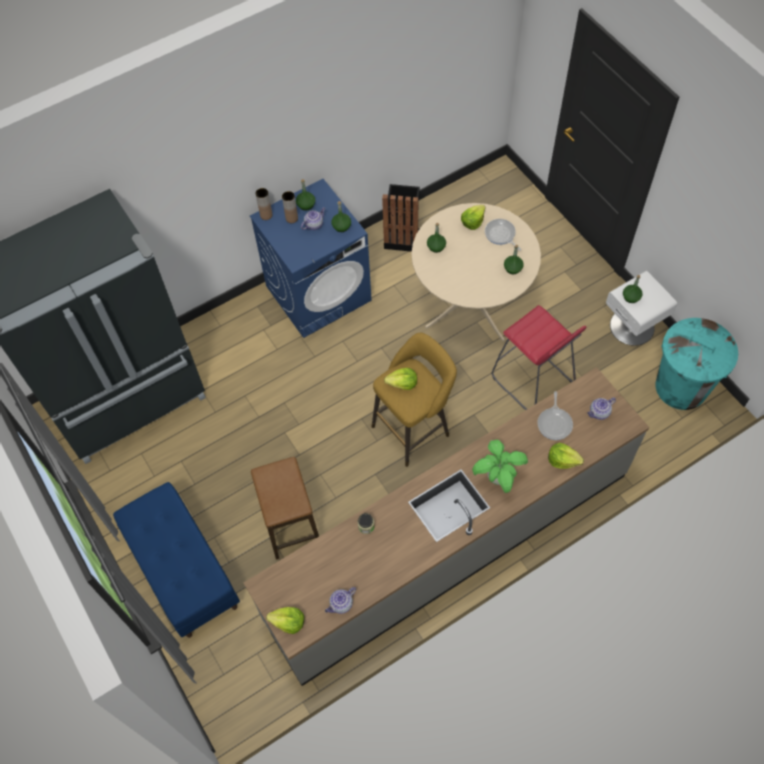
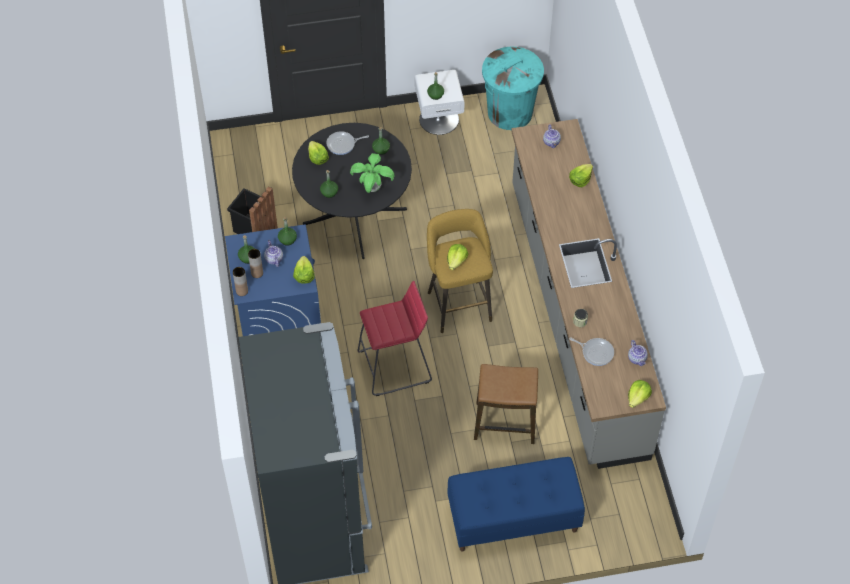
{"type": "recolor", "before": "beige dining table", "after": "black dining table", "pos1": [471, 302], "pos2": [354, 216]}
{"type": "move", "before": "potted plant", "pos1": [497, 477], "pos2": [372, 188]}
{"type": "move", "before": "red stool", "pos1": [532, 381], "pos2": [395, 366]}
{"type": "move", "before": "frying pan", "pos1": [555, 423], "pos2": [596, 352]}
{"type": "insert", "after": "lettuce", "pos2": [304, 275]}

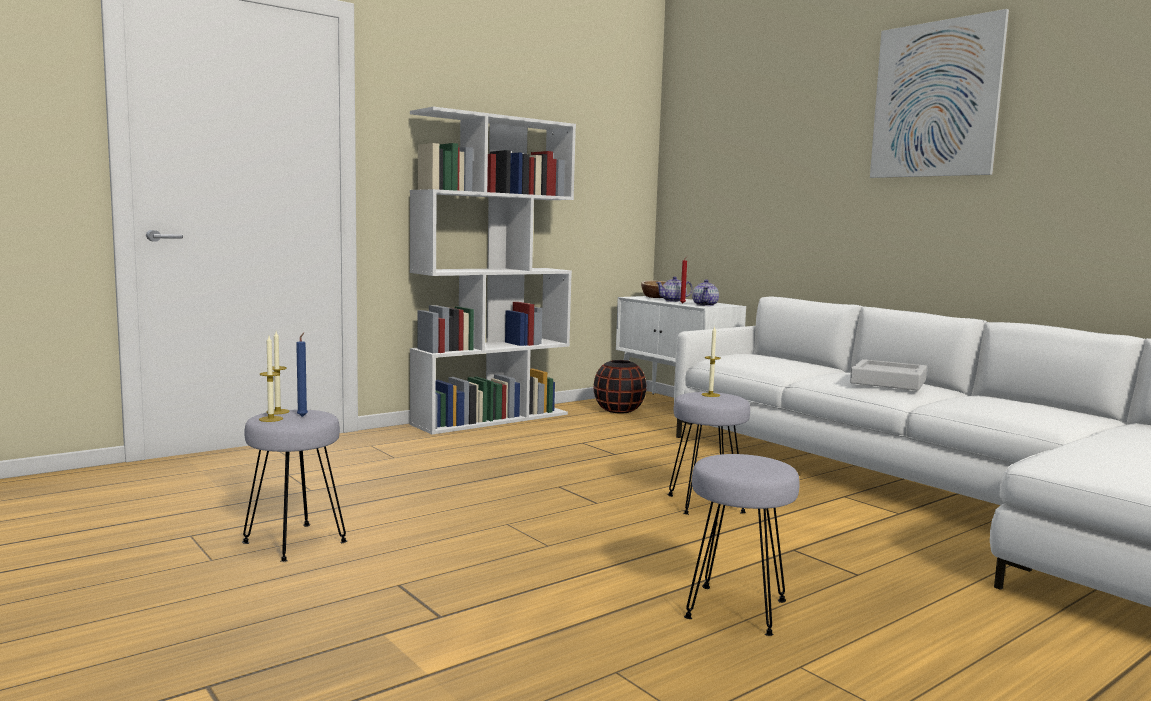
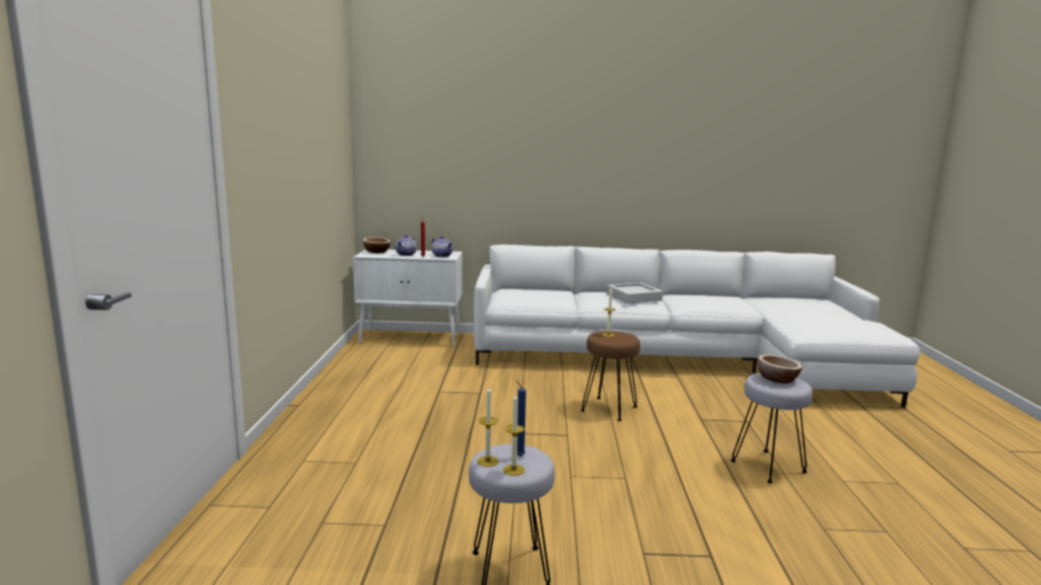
{"type": "delete", "before": "white bookcase", "pos1": [491, 419]}
{"type": "delete", "before": "black vase", "pos1": [619, 411]}
{"type": "recolor", "before": "grey stool", "after": "brown stool", "pos1": [707, 504], "pos2": [609, 409]}
{"type": "delete", "before": "picture", "pos1": [935, 99]}
{"type": "insert", "after": "bowl", "pos2": [777, 379]}

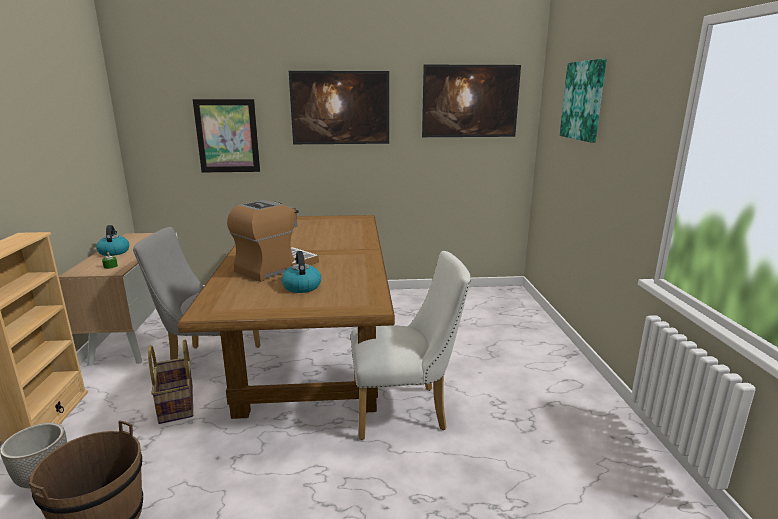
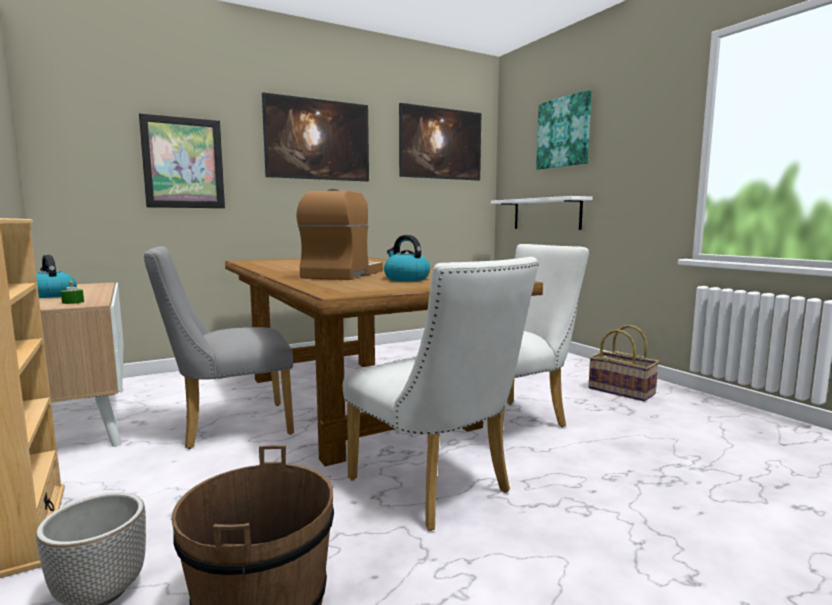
{"type": "move", "before": "basket", "pos1": [177, 404], "pos2": [622, 391]}
{"type": "insert", "after": "white chair", "pos2": [437, 490]}
{"type": "insert", "after": "white shelf", "pos2": [546, 214]}

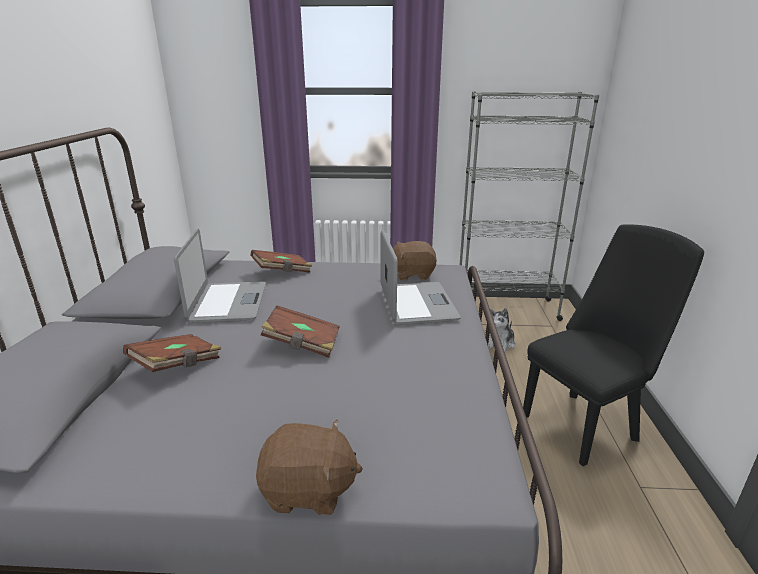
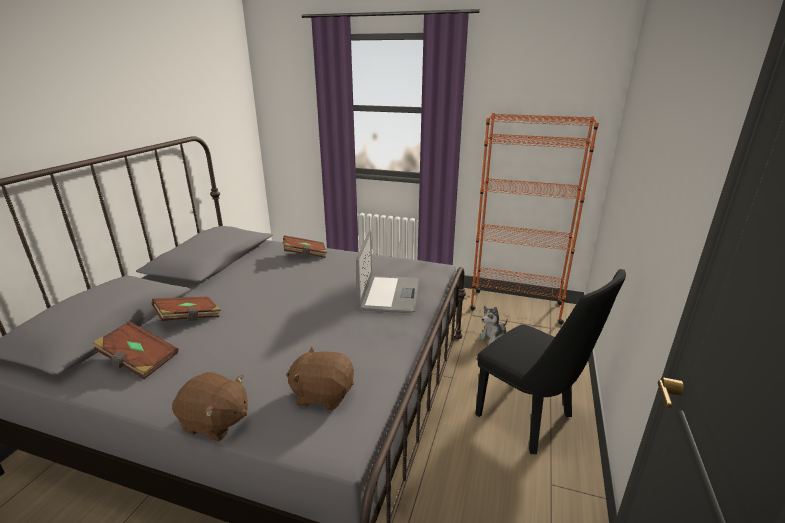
{"type": "delete", "before": "laptop", "pos1": [228, 303]}
{"type": "move", "before": "brown book", "pos1": [302, 344], "pos2": [139, 361]}
{"type": "move", "before": "brown plush toy", "pos1": [411, 274], "pos2": [323, 394]}
{"type": "recolor", "before": "grey bookcase", "after": "orange bookcase", "pos1": [506, 308], "pos2": [515, 306]}
{"type": "rotate", "before": "black chair", "pos1": [584, 423], "pos2": [531, 420], "turn": 60}

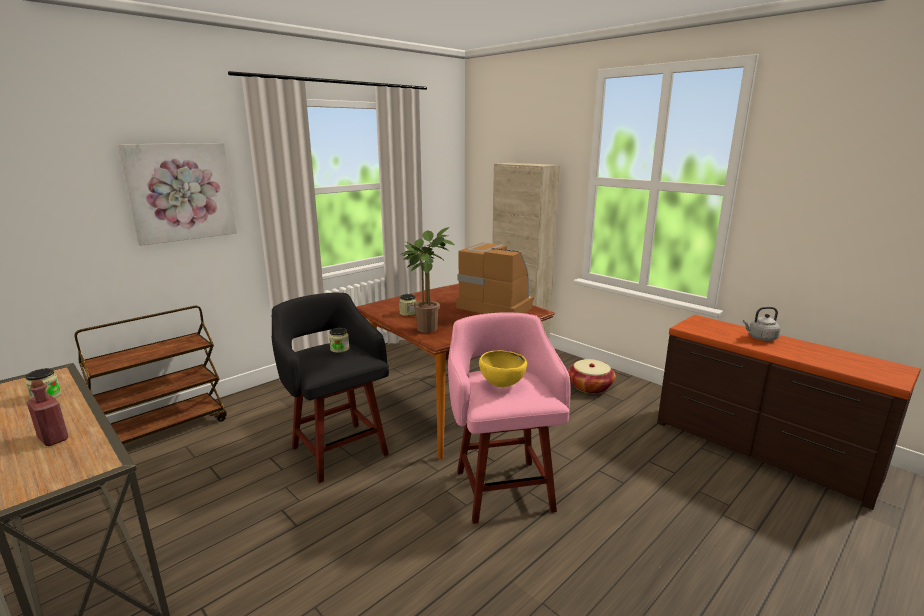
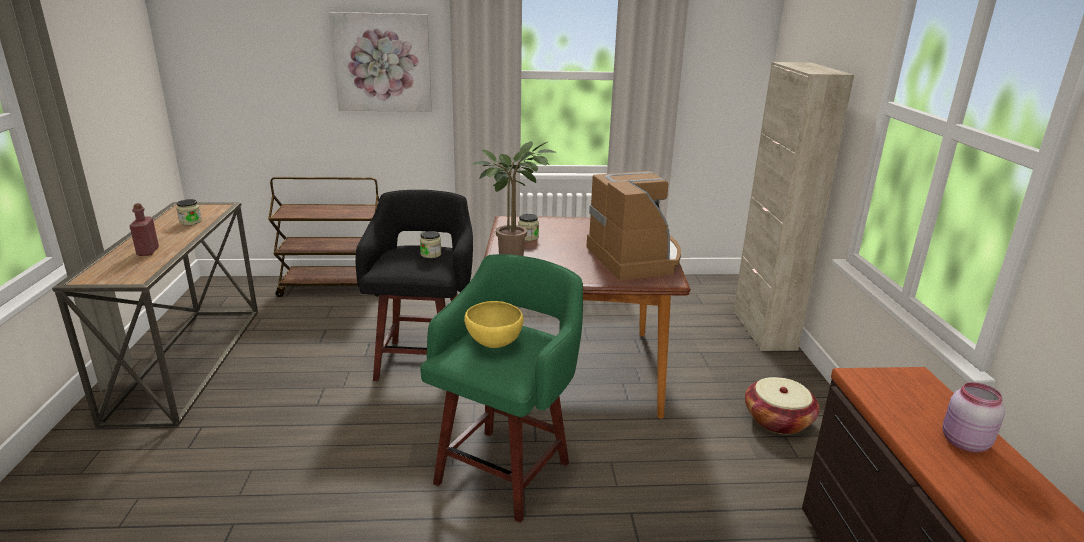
{"type": "recolor", "before": "pink stool", "after": "green stool", "pos1": [502, 487], "pos2": [505, 470]}
{"type": "replace", "before": "grey kettle", "after": "pink jar", "pos1": [760, 338], "pos2": [963, 443]}

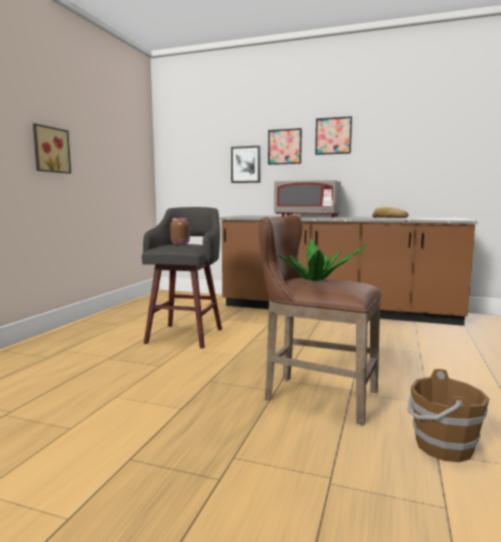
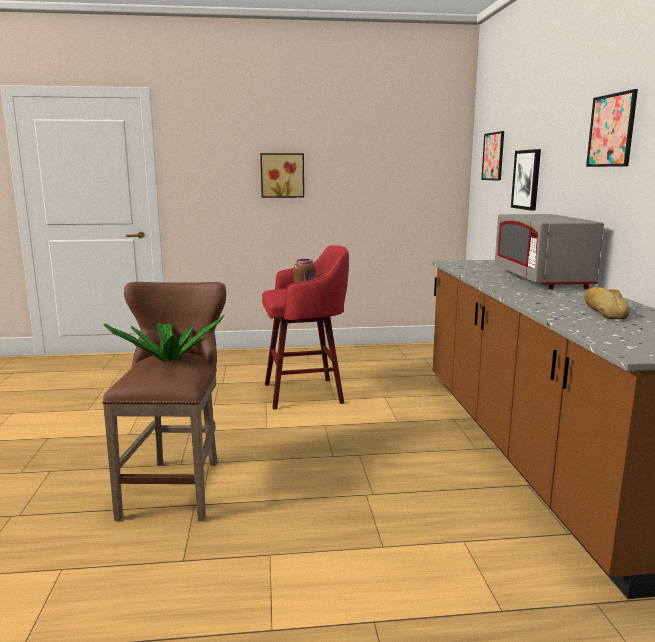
{"type": "recolor", "before": "grey stool", "after": "red stool", "pos1": [186, 335], "pos2": [306, 393]}
{"type": "move", "before": "picture", "pos1": [284, 146], "pos2": [493, 156]}
{"type": "delete", "before": "brown bucket", "pos1": [442, 446]}

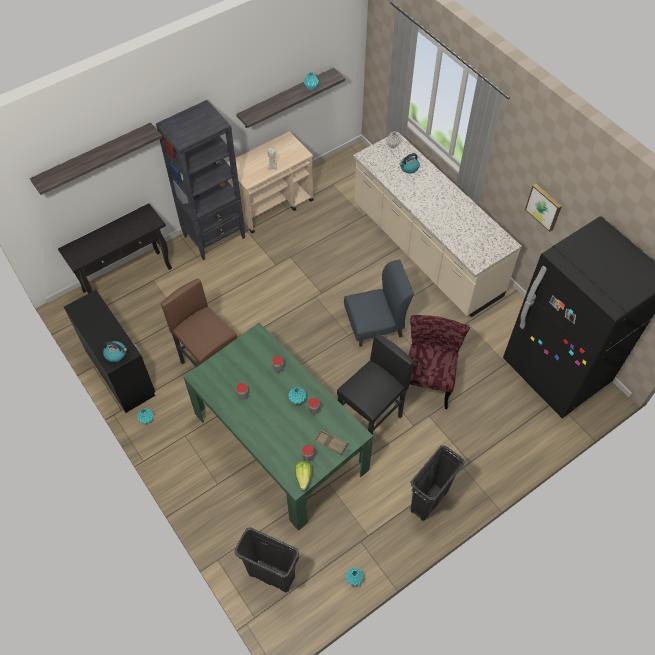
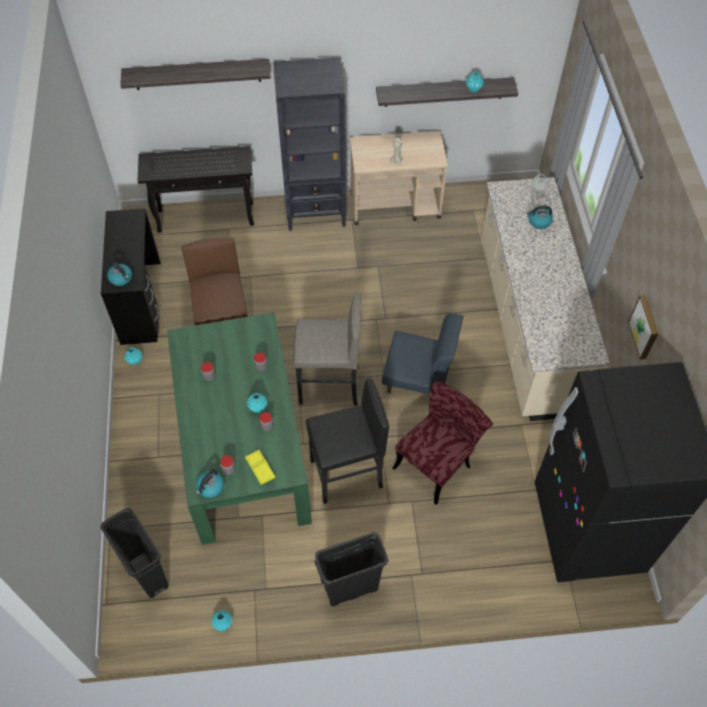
{"type": "replace", "before": "lettuce", "after": "kettle", "pos1": [303, 477], "pos2": [210, 487]}
{"type": "recolor", "before": "brown tray", "after": "yellow tray", "pos1": [330, 443], "pos2": [260, 468]}
{"type": "insert", "after": "grey stool", "pos2": [329, 385]}

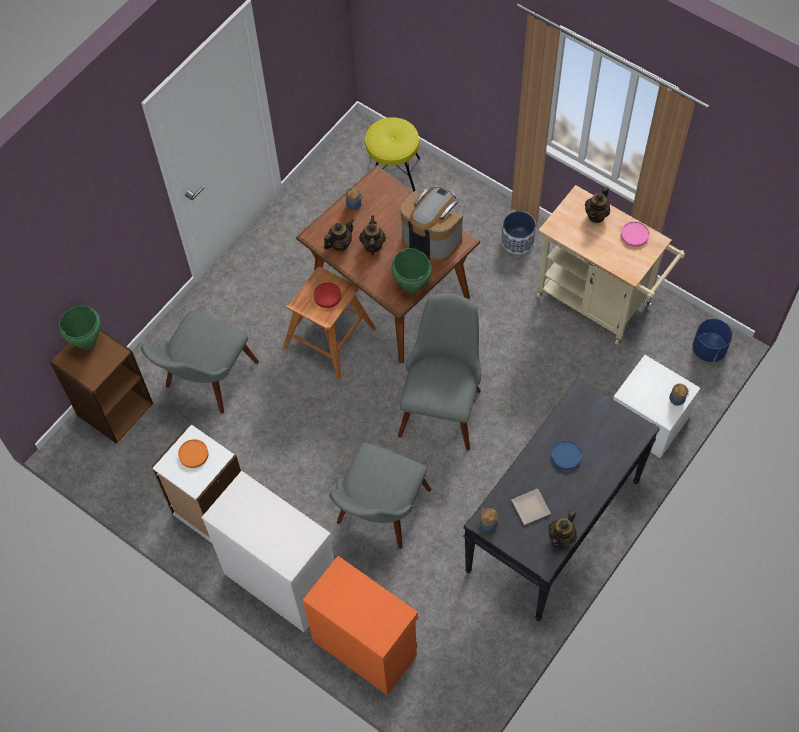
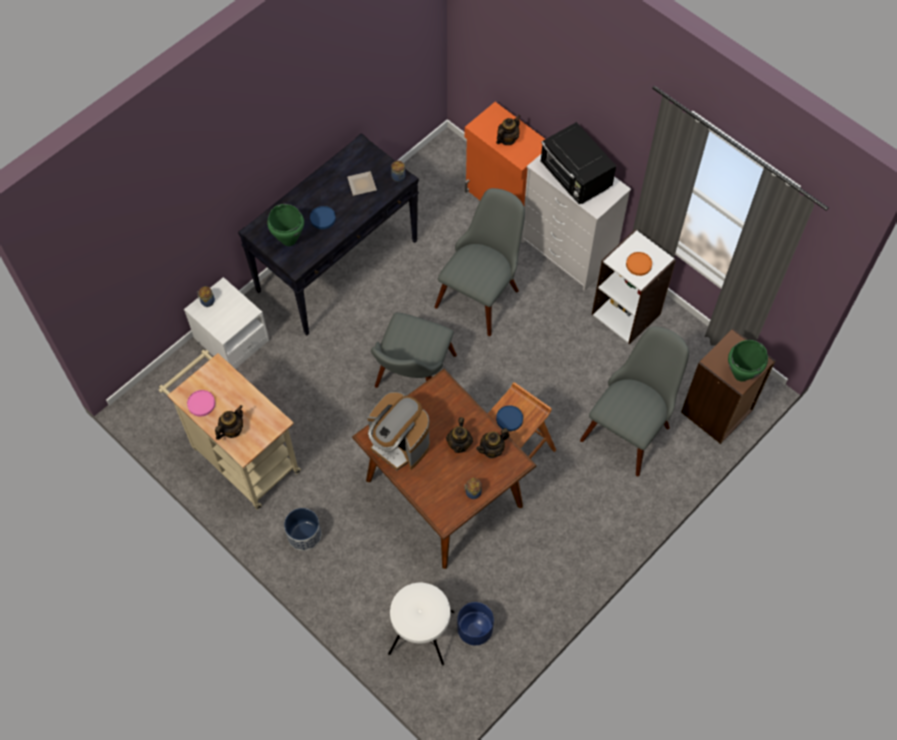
{"type": "recolor", "before": "red plate", "after": "blue plate", "pos1": [327, 296], "pos2": [509, 419]}
{"type": "recolor", "before": "yellow stool", "after": "white stool", "pos1": [394, 177], "pos2": [421, 633]}
{"type": "move", "before": "green cooking pot", "pos1": [412, 286], "pos2": [288, 240]}
{"type": "move", "before": "teapot", "pos1": [561, 537], "pos2": [507, 139]}
{"type": "move", "before": "blue planter", "pos1": [709, 349], "pos2": [474, 629]}
{"type": "insert", "after": "black microwave", "pos2": [575, 178]}

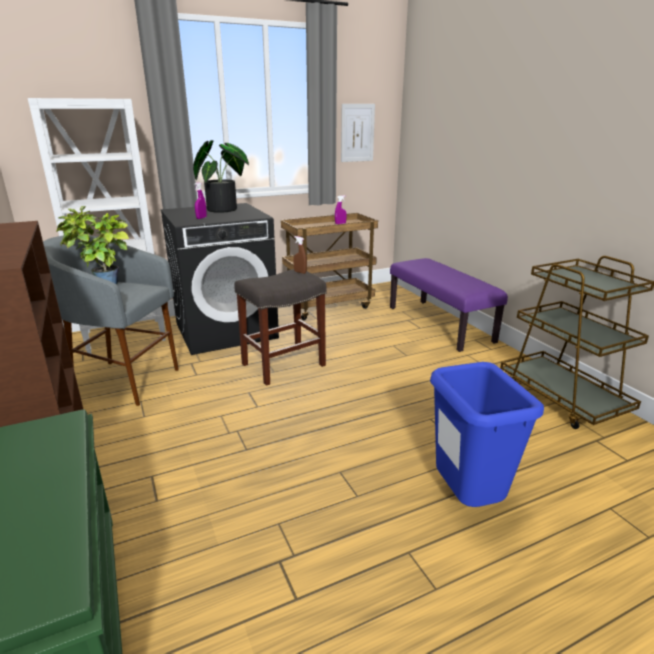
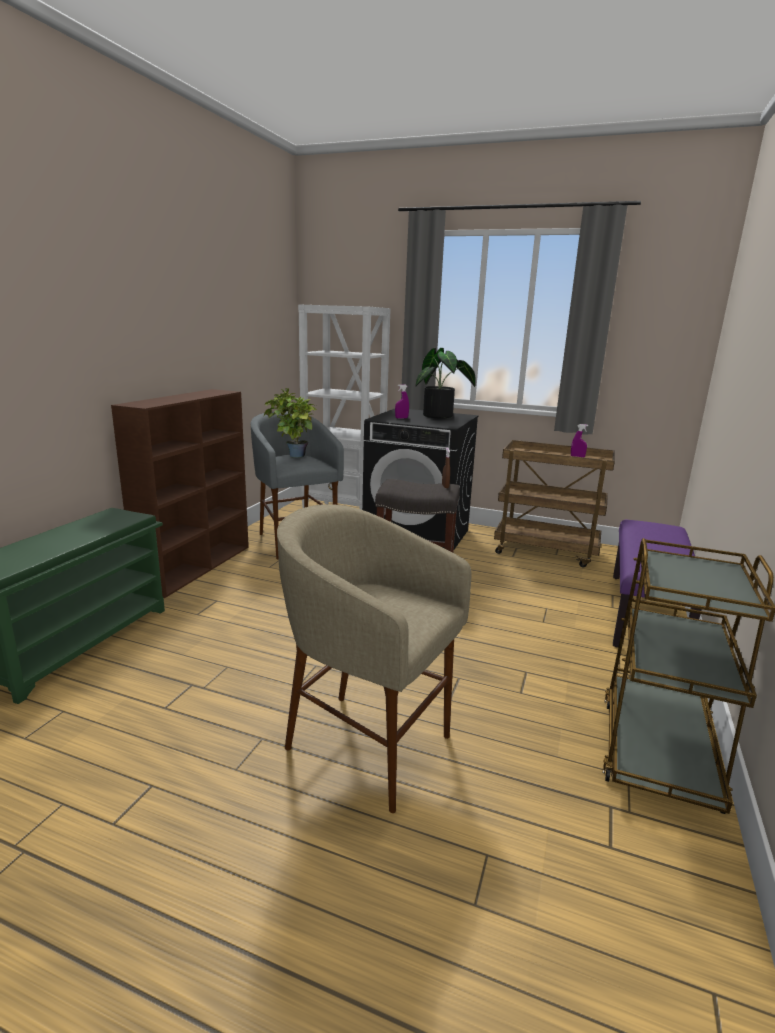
{"type": "delete", "before": "picture", "pos1": [357, 133]}
{"type": "replace", "before": "blue trash can", "after": "beige stool", "pos1": [466, 500], "pos2": [365, 745]}

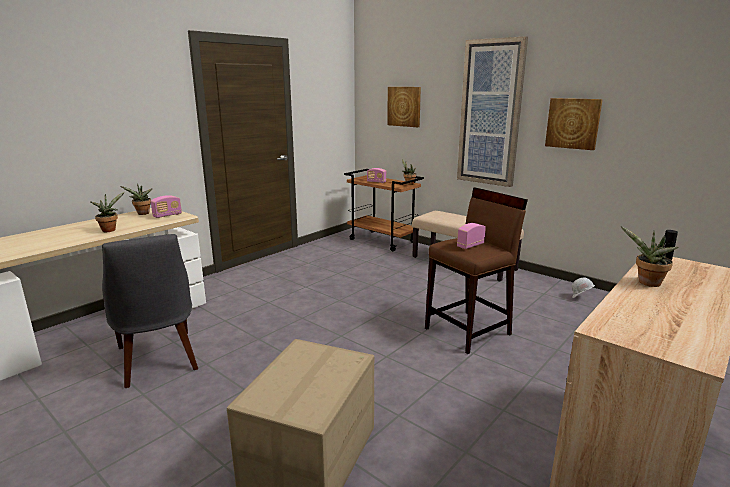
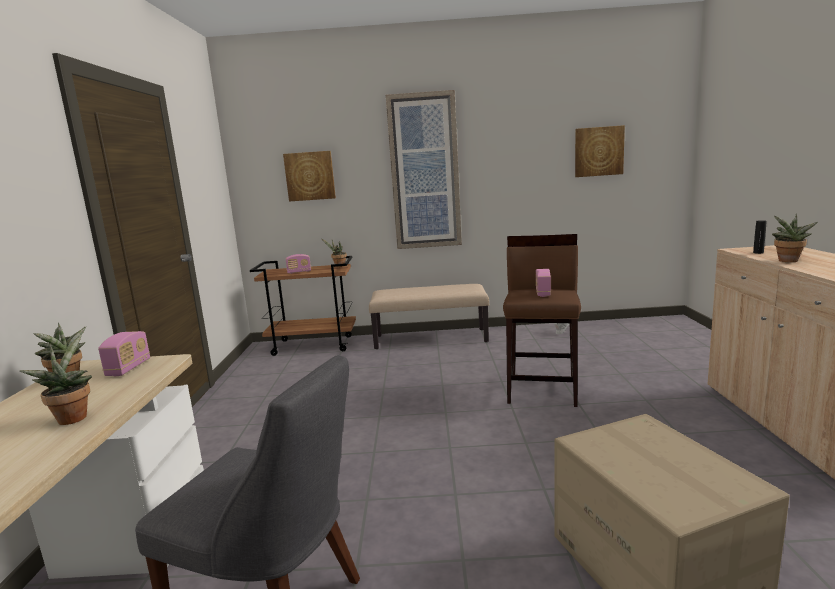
{"type": "move", "before": "picture", "pos1": [573, 123], "pos2": [598, 151]}

